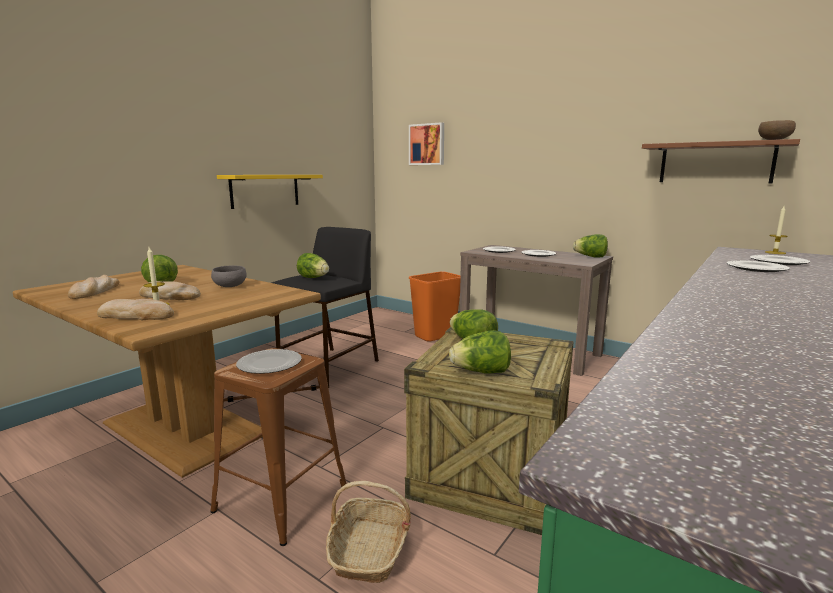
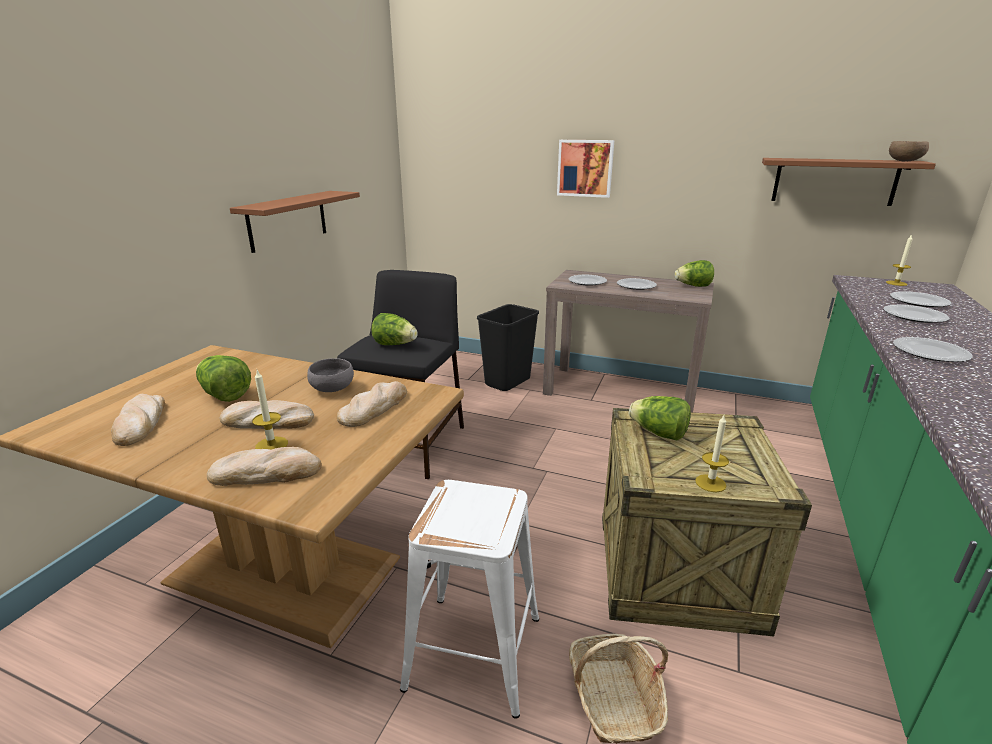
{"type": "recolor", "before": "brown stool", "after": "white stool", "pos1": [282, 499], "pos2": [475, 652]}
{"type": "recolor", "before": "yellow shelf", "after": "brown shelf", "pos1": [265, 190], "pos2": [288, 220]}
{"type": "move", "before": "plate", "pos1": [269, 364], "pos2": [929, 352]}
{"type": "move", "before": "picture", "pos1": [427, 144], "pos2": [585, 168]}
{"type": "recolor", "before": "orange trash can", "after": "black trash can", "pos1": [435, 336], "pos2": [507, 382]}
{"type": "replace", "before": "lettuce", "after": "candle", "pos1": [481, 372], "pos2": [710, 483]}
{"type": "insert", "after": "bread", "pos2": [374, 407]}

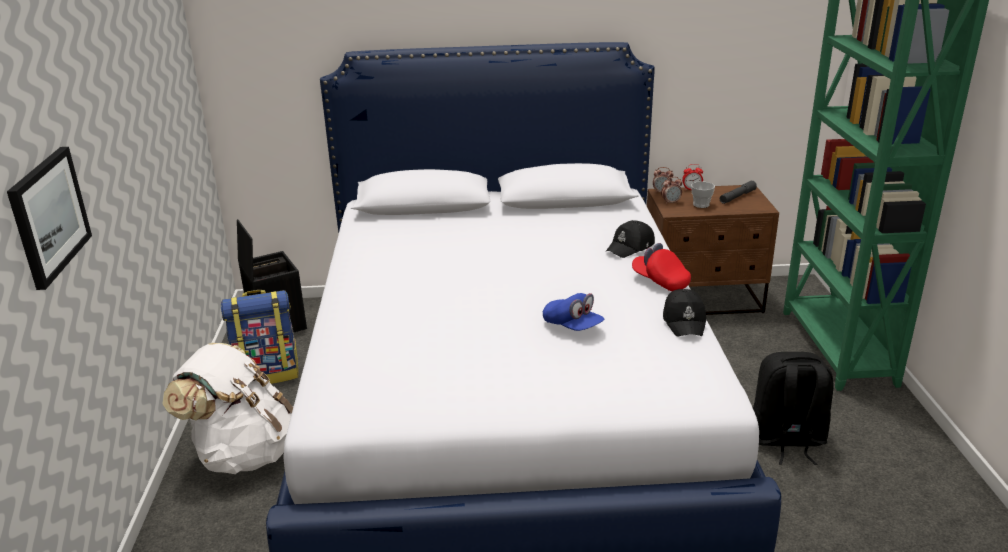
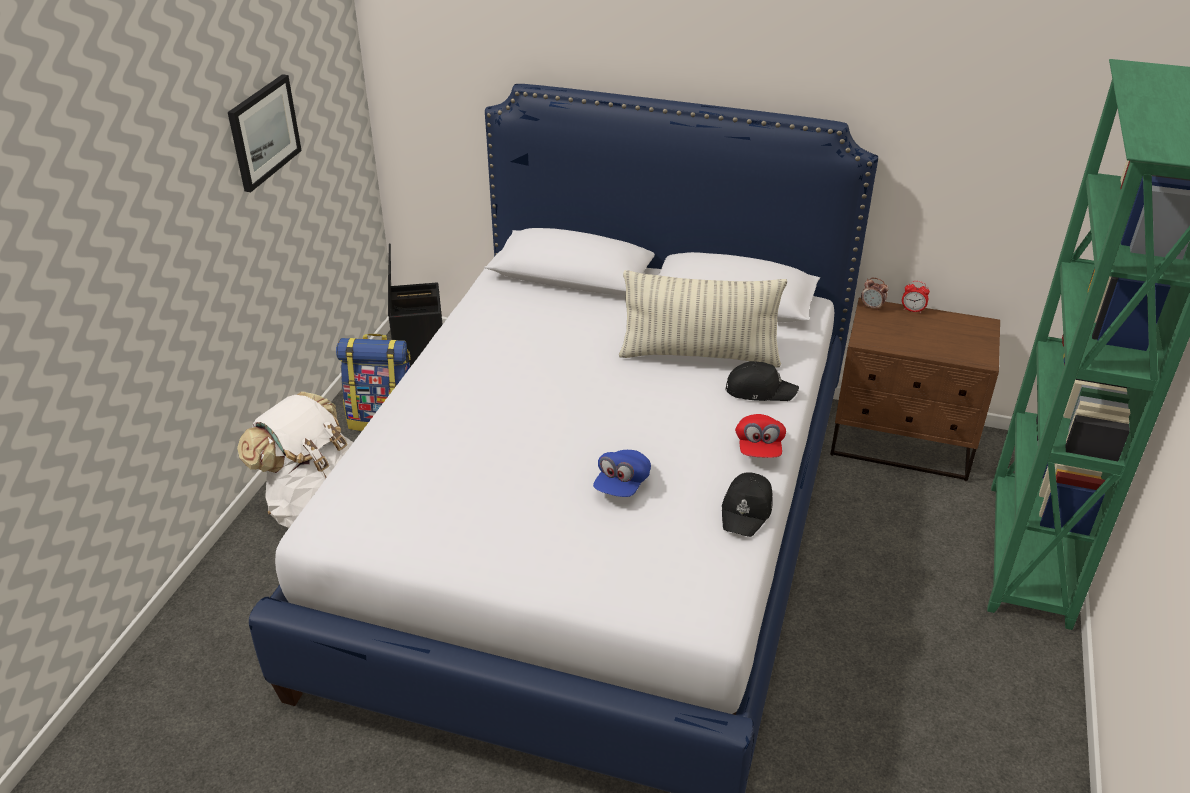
{"type": "move", "before": "picture", "pos1": [48, 215], "pos2": [263, 132]}
{"type": "rotate", "before": "blue cap", "pos1": [572, 326], "pos2": [622, 485], "turn": 45}
{"type": "rotate", "before": "black cap", "pos1": [631, 247], "pos2": [759, 390], "turn": -150}
{"type": "rotate", "before": "red cap", "pos1": [660, 281], "pos2": [759, 448], "turn": -150}
{"type": "delete", "before": "alarm clock", "pos1": [671, 202]}
{"type": "delete", "before": "cup", "pos1": [701, 205]}
{"type": "delete", "before": "grey flashlight", "pos1": [737, 197]}
{"type": "delete", "before": "black backpack", "pos1": [786, 440]}
{"type": "insert", "after": "pillow", "pos2": [699, 355]}

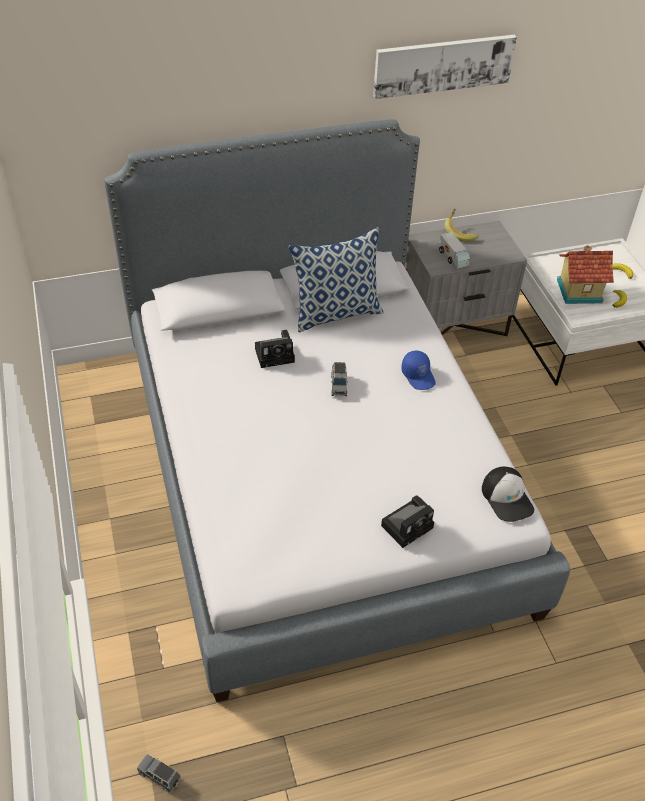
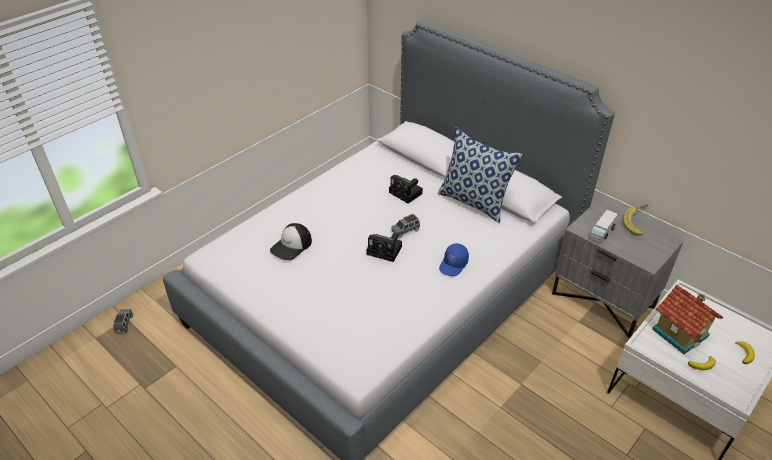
{"type": "delete", "before": "picture", "pos1": [443, 65]}
{"type": "move", "before": "photo camera", "pos1": [408, 525], "pos2": [386, 250]}
{"type": "move", "before": "cap", "pos1": [507, 498], "pos2": [291, 246]}

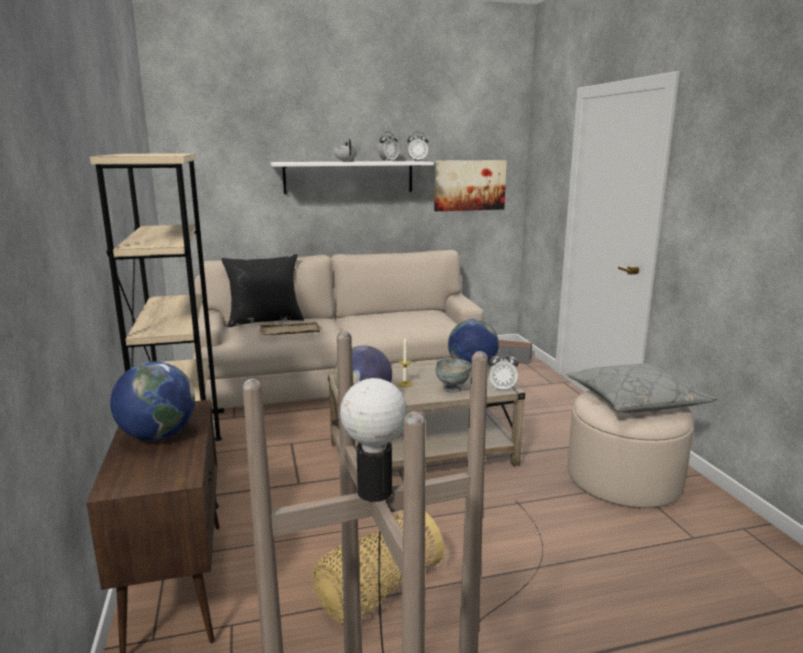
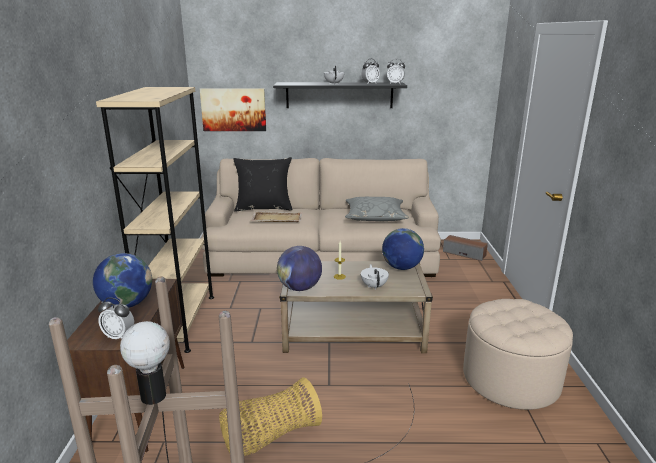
{"type": "recolor", "before": "white shelf", "after": "black shelf", "pos1": [349, 177], "pos2": [339, 95]}
{"type": "move", "before": "picture", "pos1": [469, 185], "pos2": [233, 109]}
{"type": "replace", "before": "grey bowl", "after": "white teapot", "pos1": [452, 389], "pos2": [374, 286]}
{"type": "move", "before": "alarm clock", "pos1": [502, 388], "pos2": [119, 336]}
{"type": "move", "before": "grey pillow", "pos1": [635, 400], "pos2": [375, 216]}

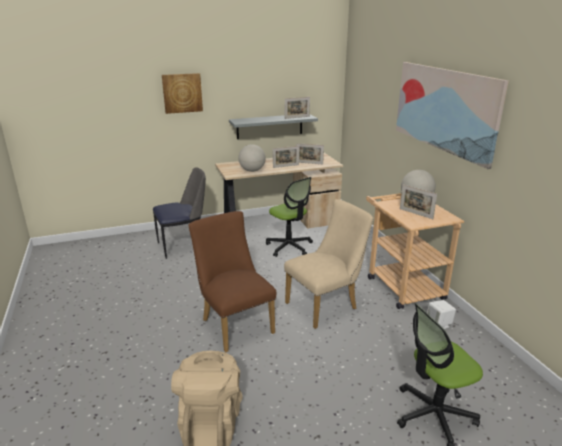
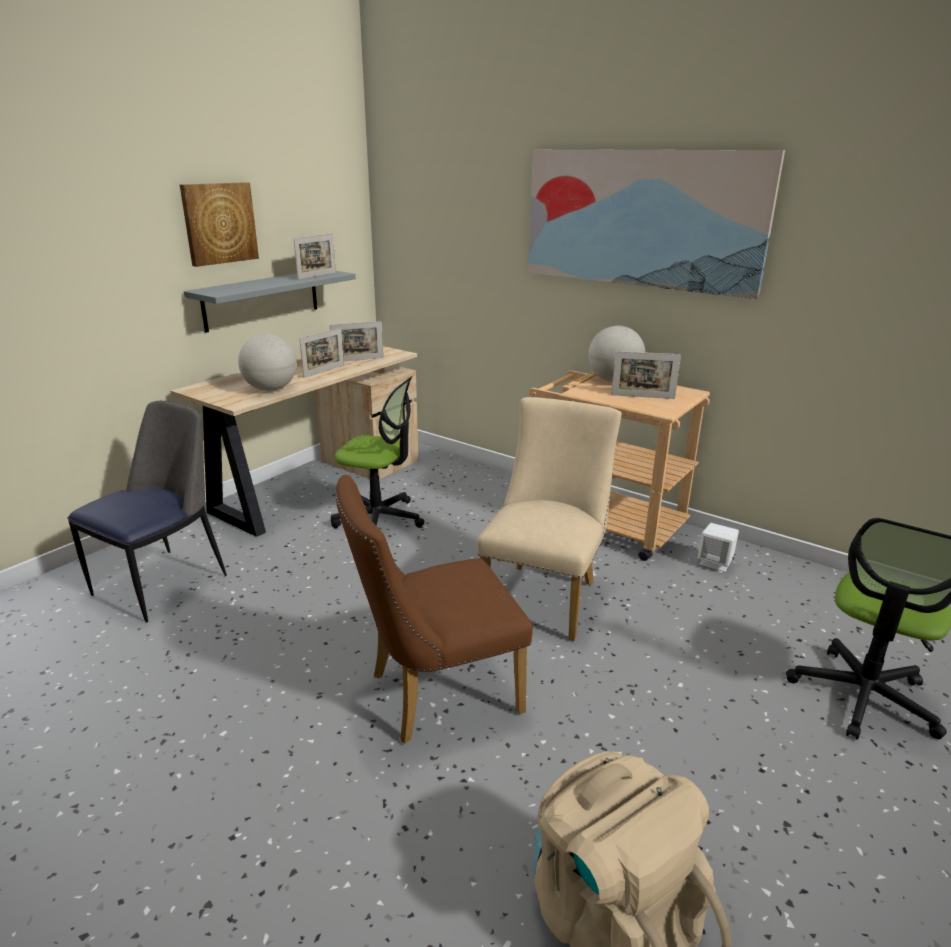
{"type": "move", "before": "picture", "pos1": [182, 93], "pos2": [219, 223]}
{"type": "rotate", "before": "brown chair", "pos1": [234, 324], "pos2": [434, 694], "turn": -45}

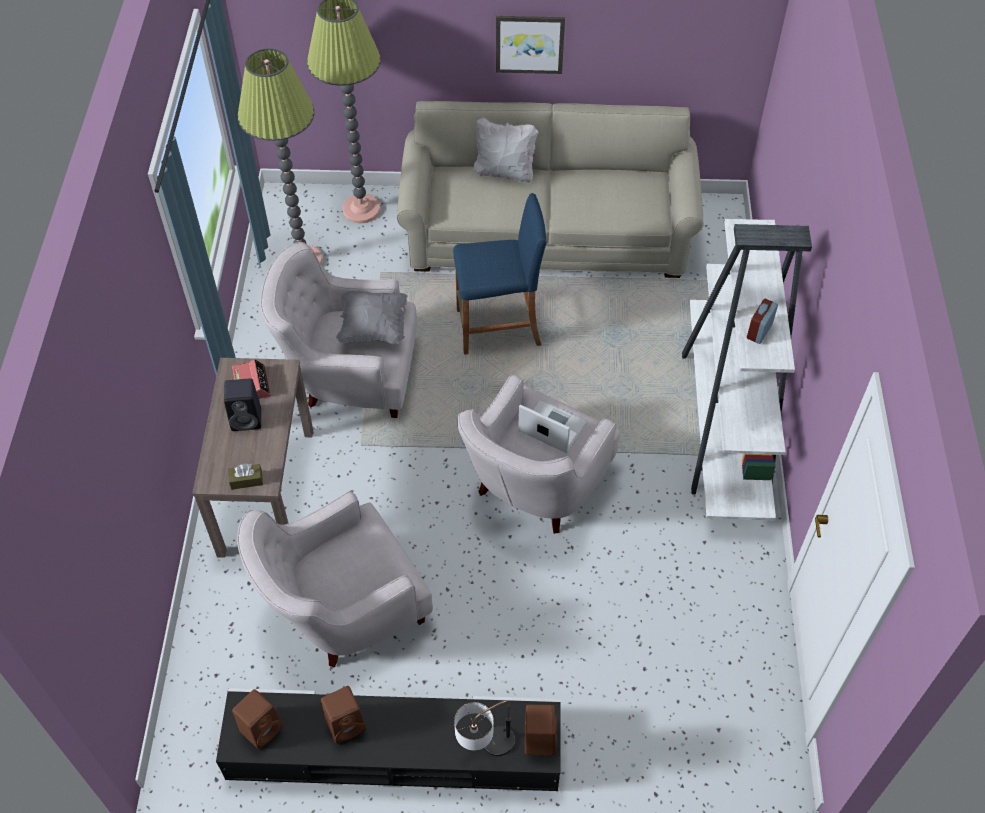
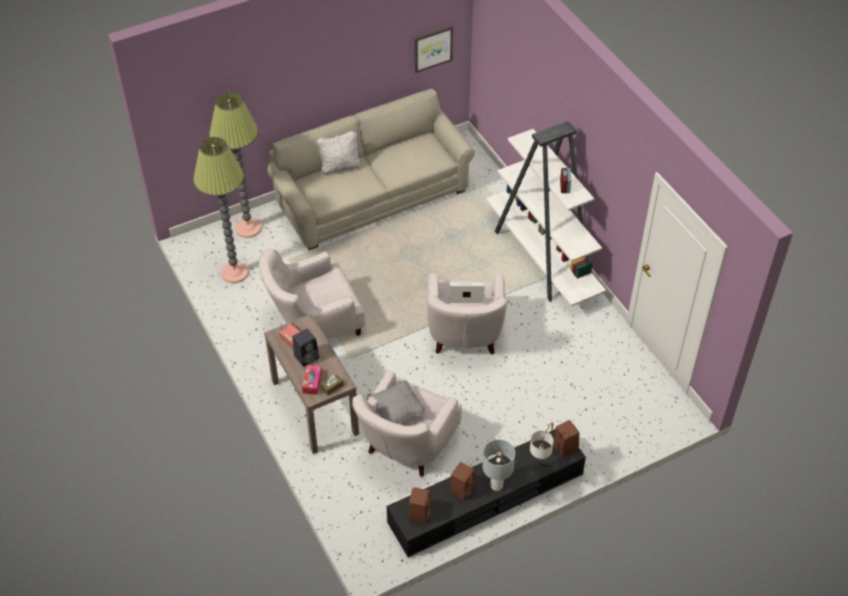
{"type": "move", "before": "grey pillow", "pos1": [374, 327], "pos2": [396, 411]}
{"type": "delete", "before": "blue stool", "pos1": [498, 328]}
{"type": "move", "before": "picture", "pos1": [529, 43], "pos2": [433, 48]}
{"type": "insert", "after": "tissue box", "pos2": [312, 382]}
{"type": "insert", "after": "grey table lamp", "pos2": [496, 485]}

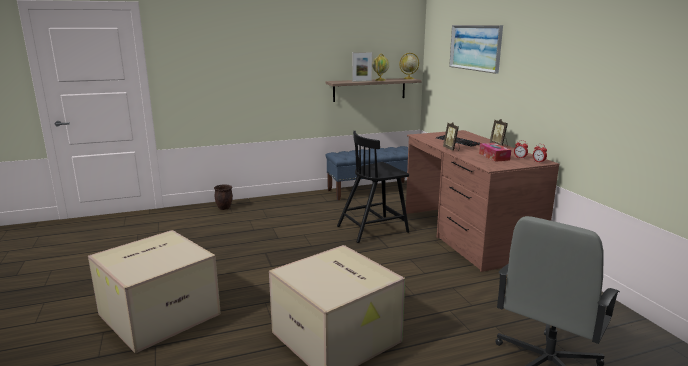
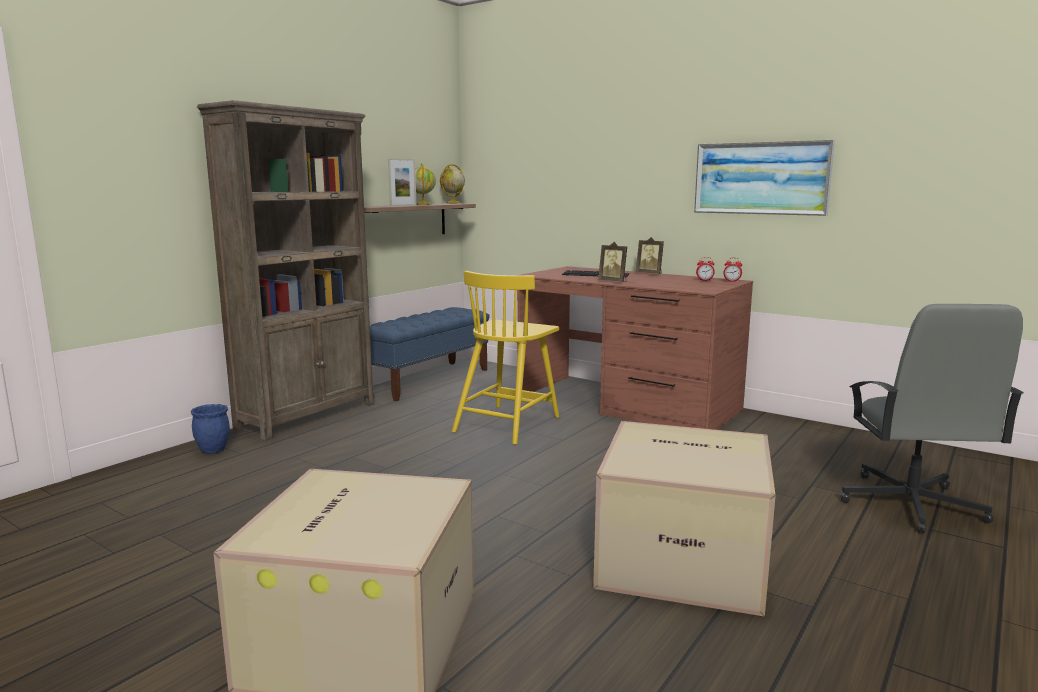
{"type": "recolor", "before": "brown planter", "after": "blue planter", "pos1": [224, 208], "pos2": [213, 450]}
{"type": "recolor", "before": "black chair", "after": "yellow chair", "pos1": [373, 229], "pos2": [507, 423]}
{"type": "move", "before": "picture", "pos1": [475, 47], "pos2": [761, 178]}
{"type": "delete", "before": "tissue box", "pos1": [494, 157]}
{"type": "insert", "after": "brown bookcase", "pos2": [308, 415]}

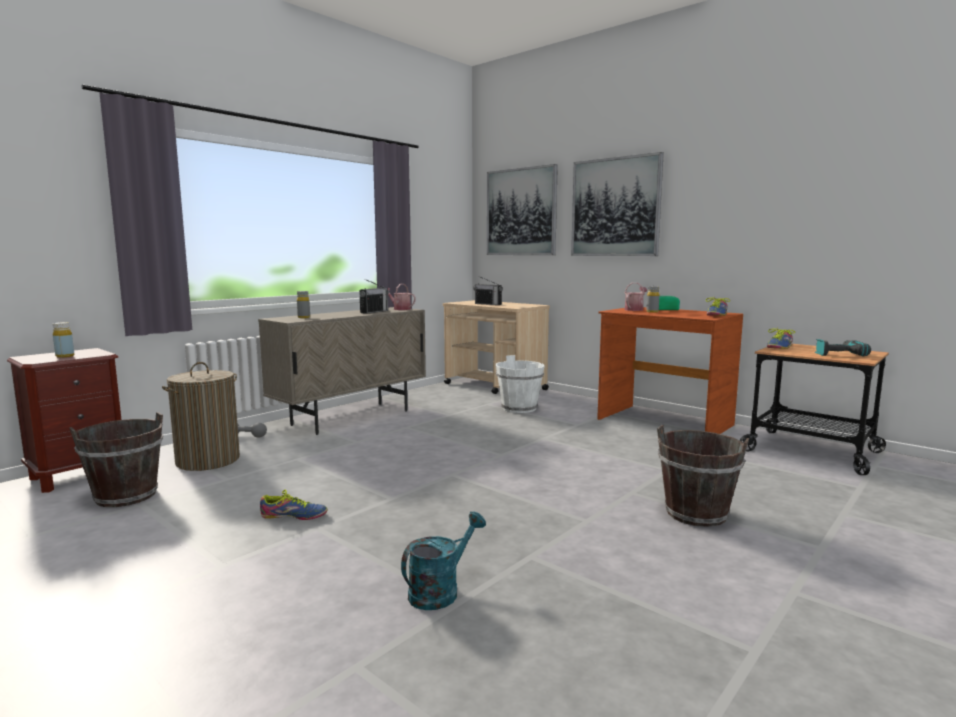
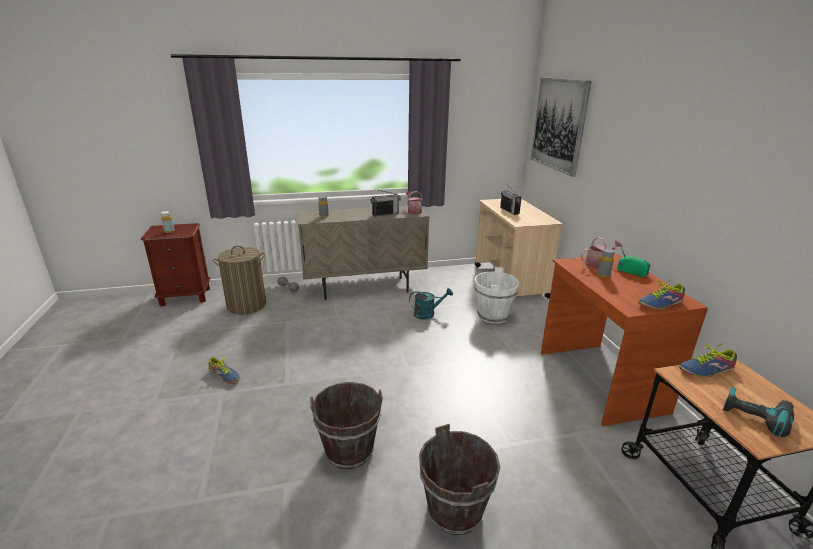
{"type": "move", "before": "brown bucket", "pos1": [126, 496], "pos2": [349, 451]}
{"type": "move", "before": "turquoise watering can", "pos1": [440, 590], "pos2": [428, 314]}
{"type": "delete", "before": "picture", "pos1": [615, 207]}

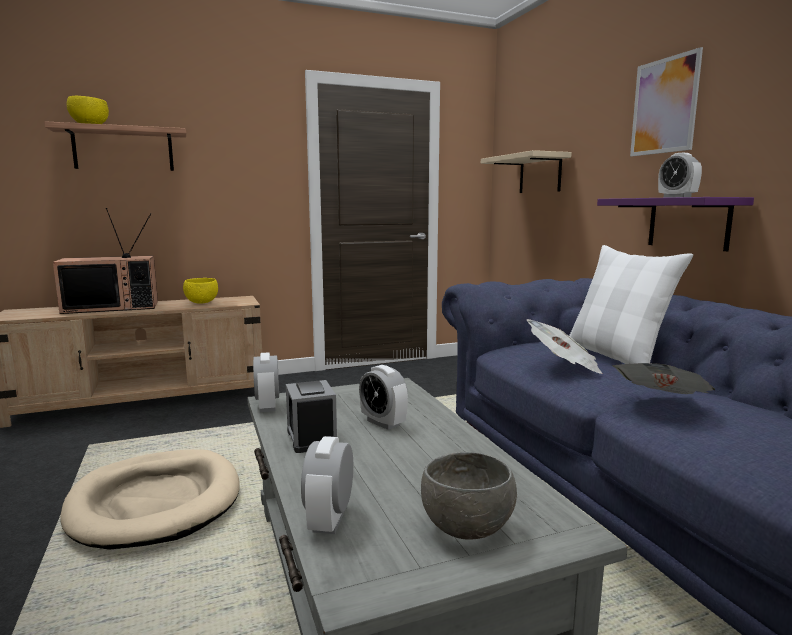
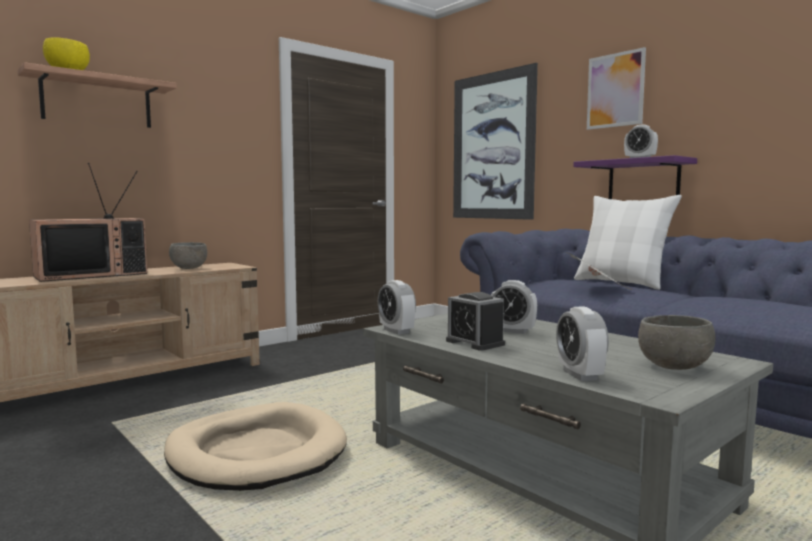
{"type": "recolor", "before": "yellow bowl", "after": "grey bowl", "pos1": [201, 302], "pos2": [188, 268]}
{"type": "replace", "before": "beige shelf", "after": "picture", "pos1": [540, 174], "pos2": [492, 146]}
{"type": "delete", "before": "newspaper", "pos1": [661, 403]}

